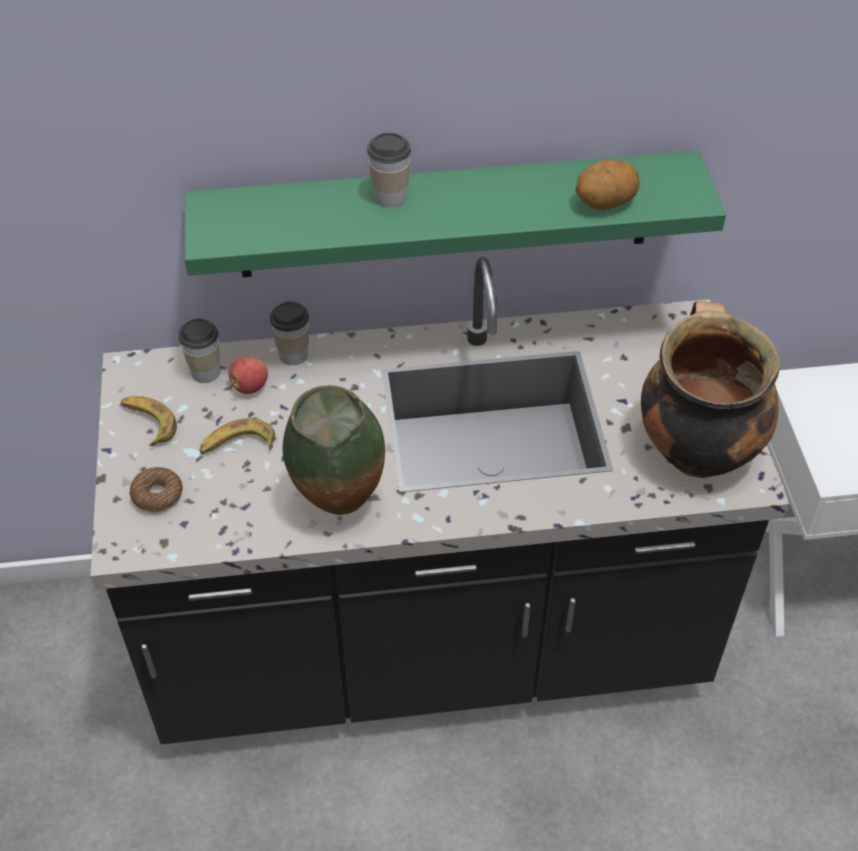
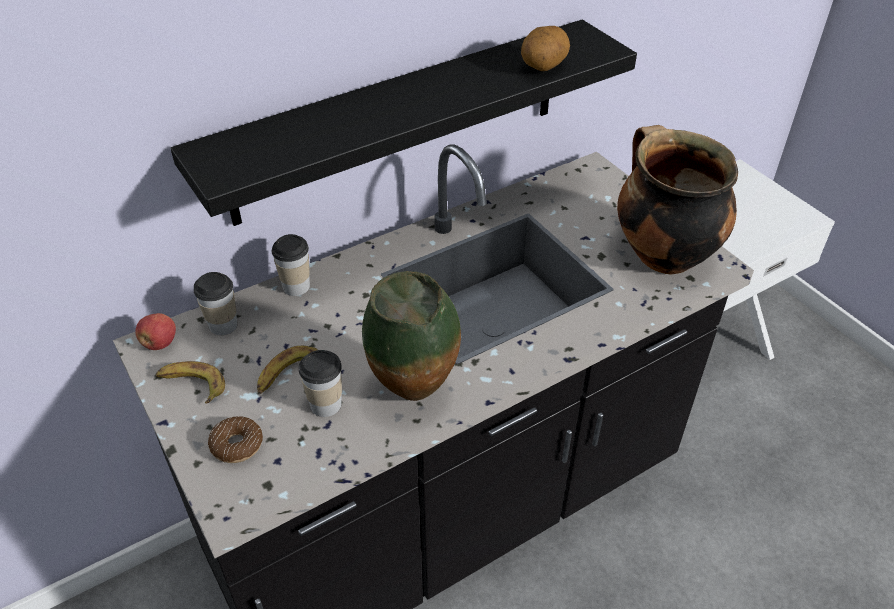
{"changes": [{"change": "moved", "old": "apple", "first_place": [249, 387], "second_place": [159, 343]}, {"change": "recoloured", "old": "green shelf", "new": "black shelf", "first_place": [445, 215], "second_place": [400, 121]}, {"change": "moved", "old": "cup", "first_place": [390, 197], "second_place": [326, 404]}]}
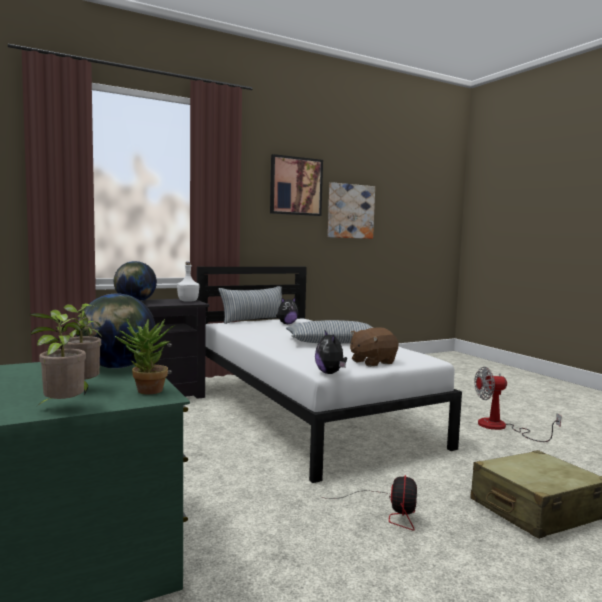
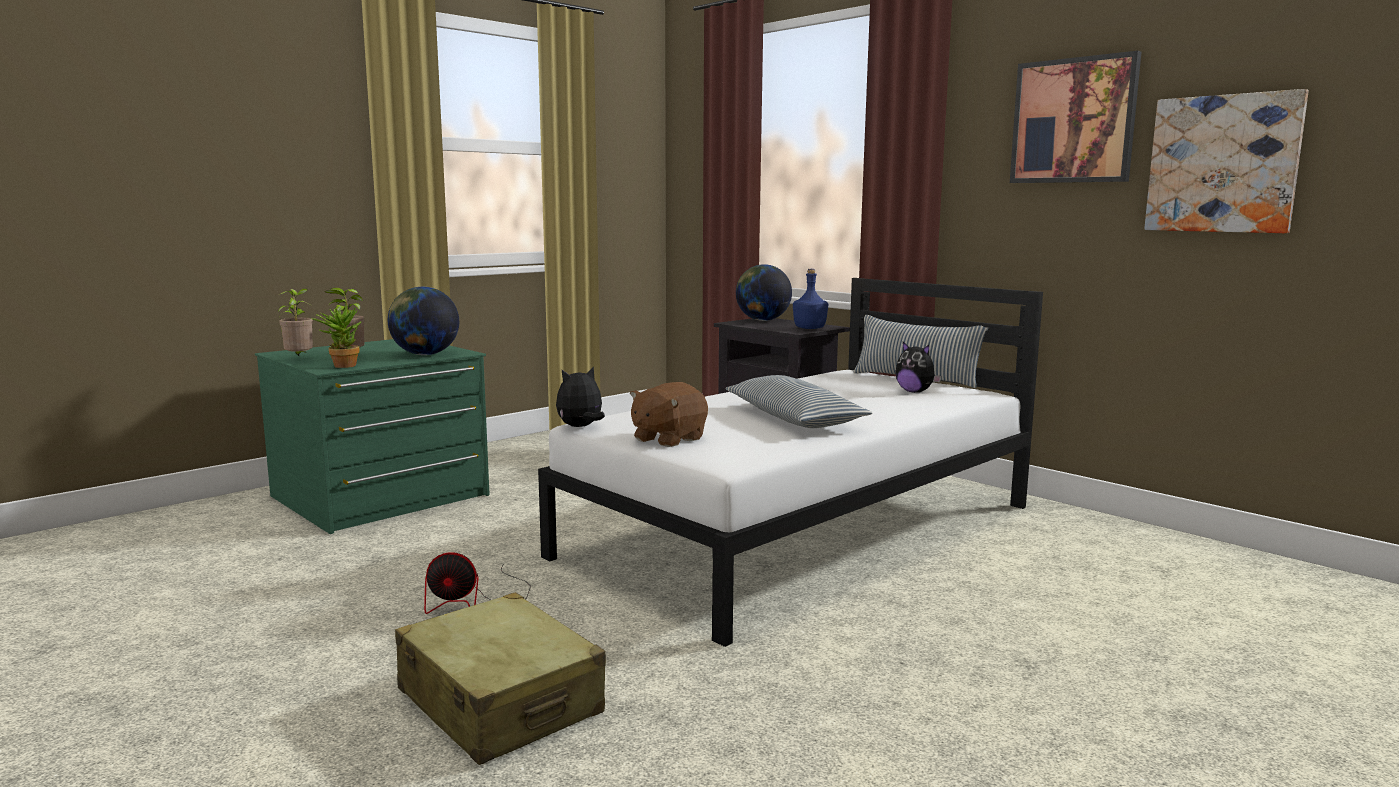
{"changes": [{"change": "turned", "old": "brown plush toy", "first_place": [372, 362], "second_place": [668, 439], "degrees": -90}, {"change": "recoloured", "old": "white bottle", "new": "blue bottle", "first_place": [187, 301], "second_place": [810, 328]}, {"change": "removed", "old": "fan", "first_place": [501, 427]}]}
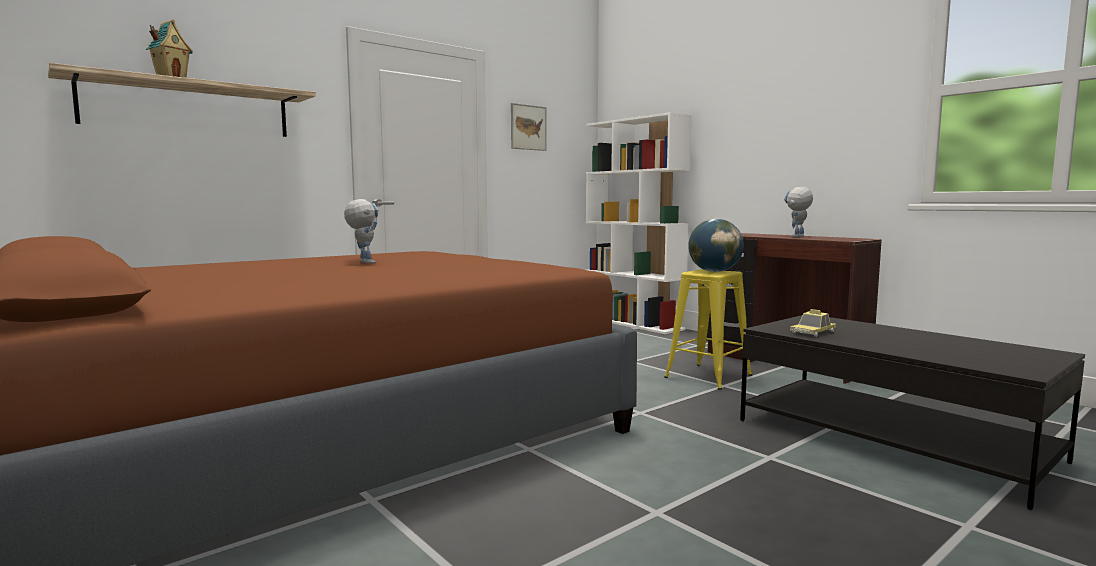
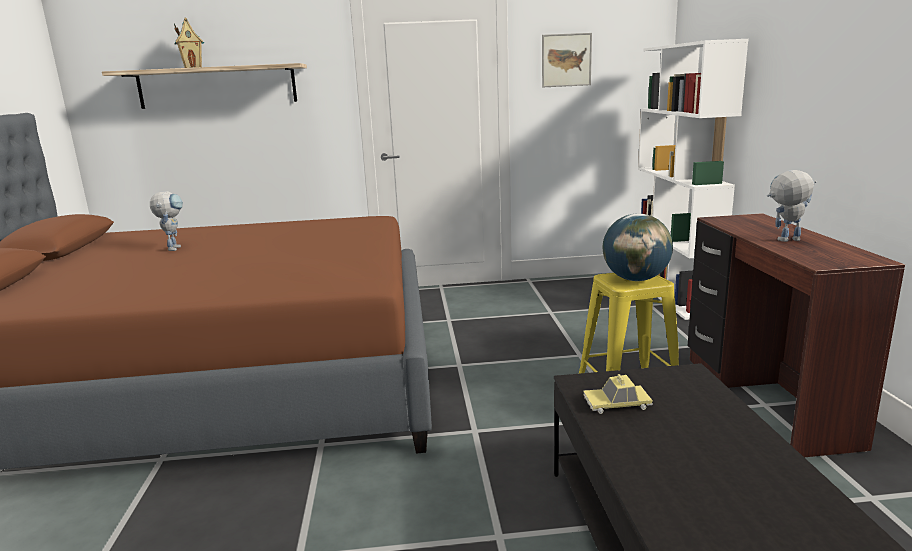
{"changes": [{"change": "moved", "old": "toy robot", "first_place": [363, 262], "second_place": [174, 247]}]}
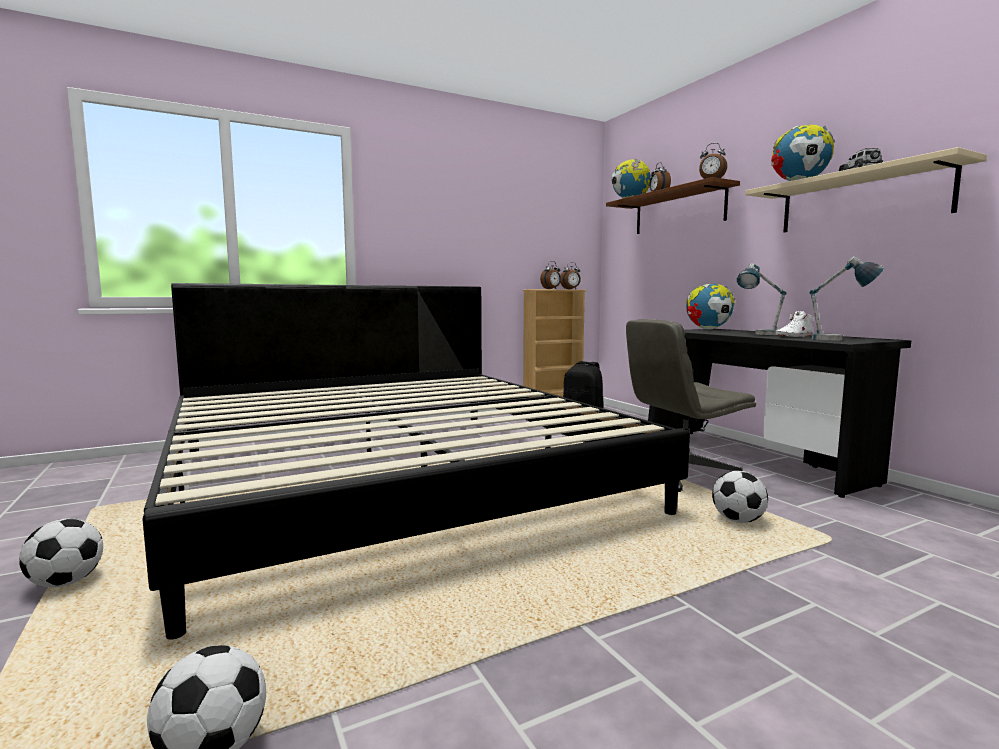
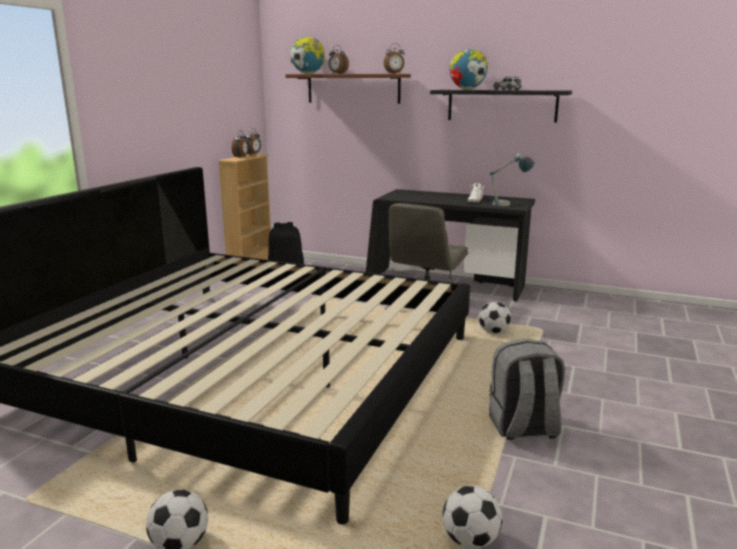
{"changes": [{"change": "recoloured", "old": "beige shelf", "new": "black shelf", "first_place": [861, 200], "second_place": [501, 105]}, {"change": "added", "new": "grey backpack", "second_place": [523, 428]}, {"change": "removed", "old": "globe", "first_place": [708, 329]}, {"change": "removed", "old": "table lamp", "first_place": [759, 334]}]}
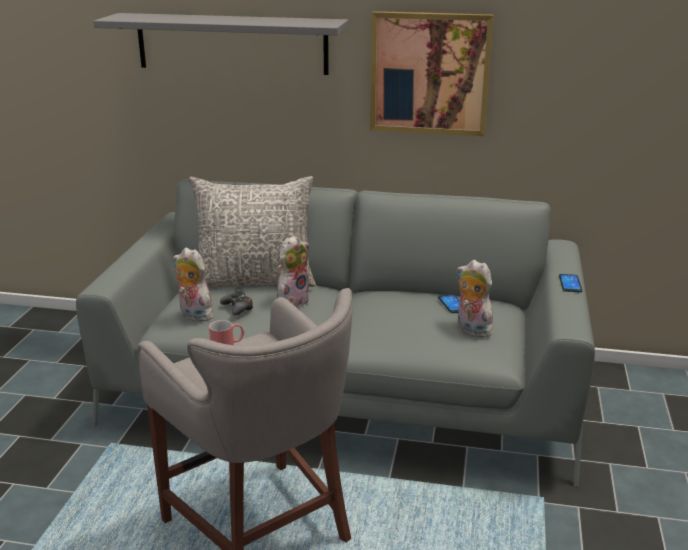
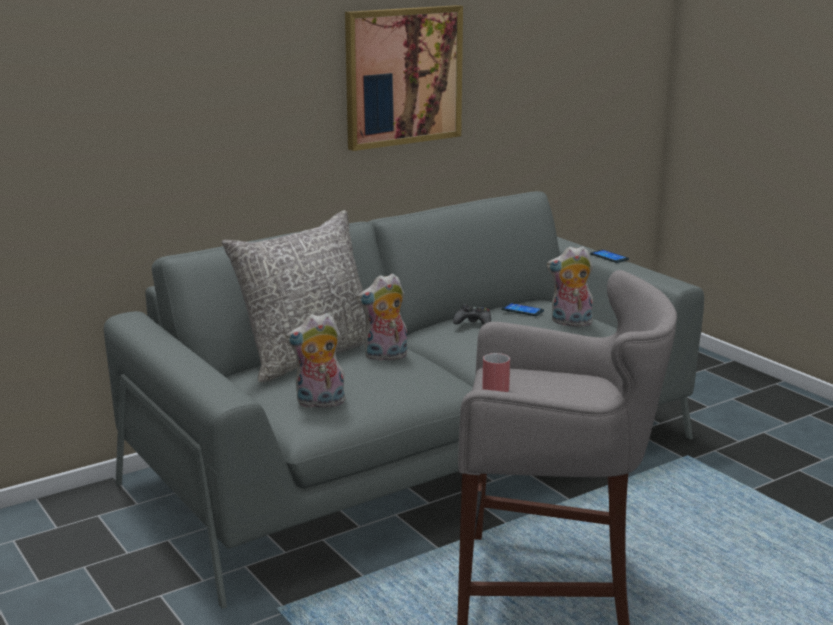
{"changes": [{"change": "turned", "old": "plush toy", "first_place": [292, 301], "second_place": [385, 357], "degrees": -105}, {"change": "moved", "old": "black game controller", "first_place": [237, 308], "second_place": [473, 322]}, {"change": "removed", "old": "grey shelf", "first_place": [231, 43]}]}
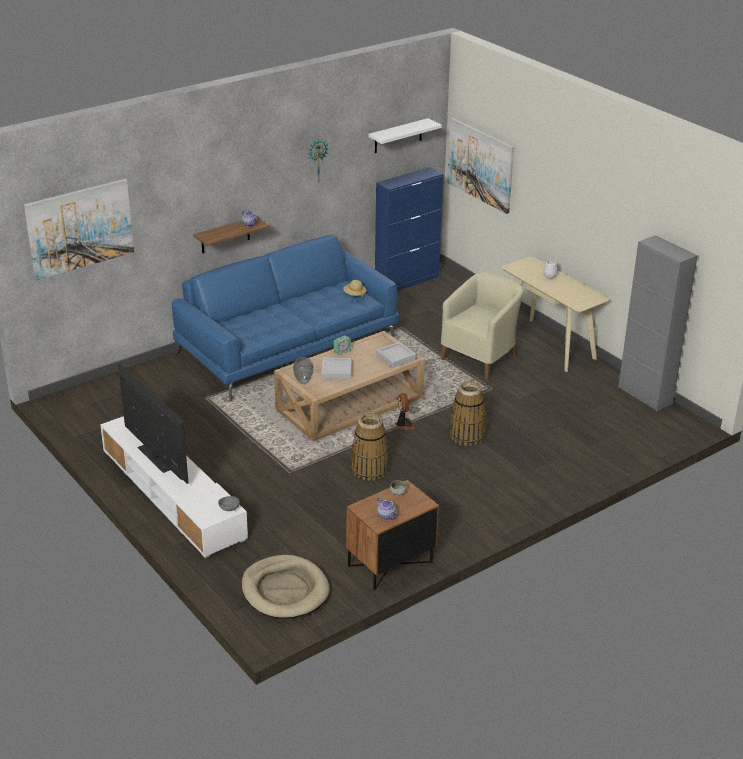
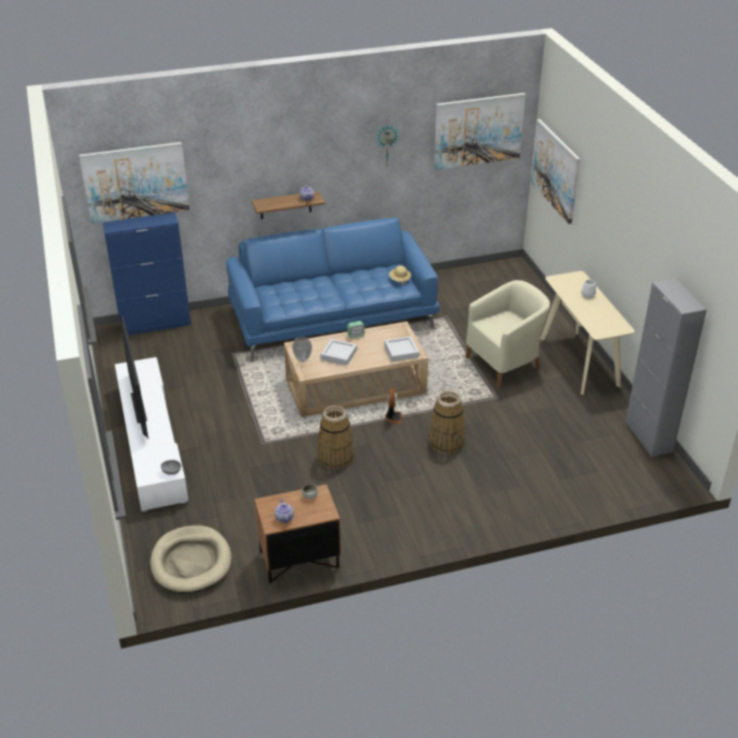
{"changes": [{"change": "moved", "old": "blue cabinet", "first_place": [407, 281], "second_place": [156, 324]}, {"change": "replaced", "old": "white shelf", "new": "picture", "first_place": [398, 136], "second_place": [478, 130]}]}
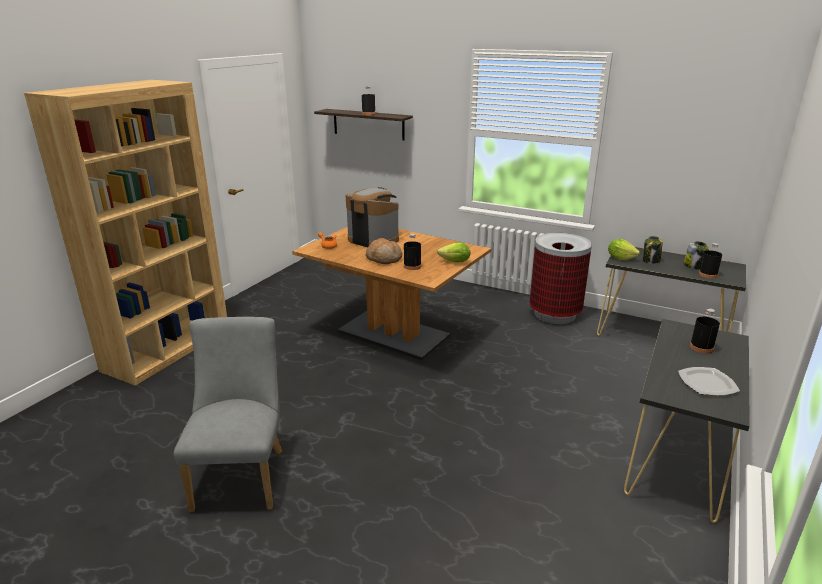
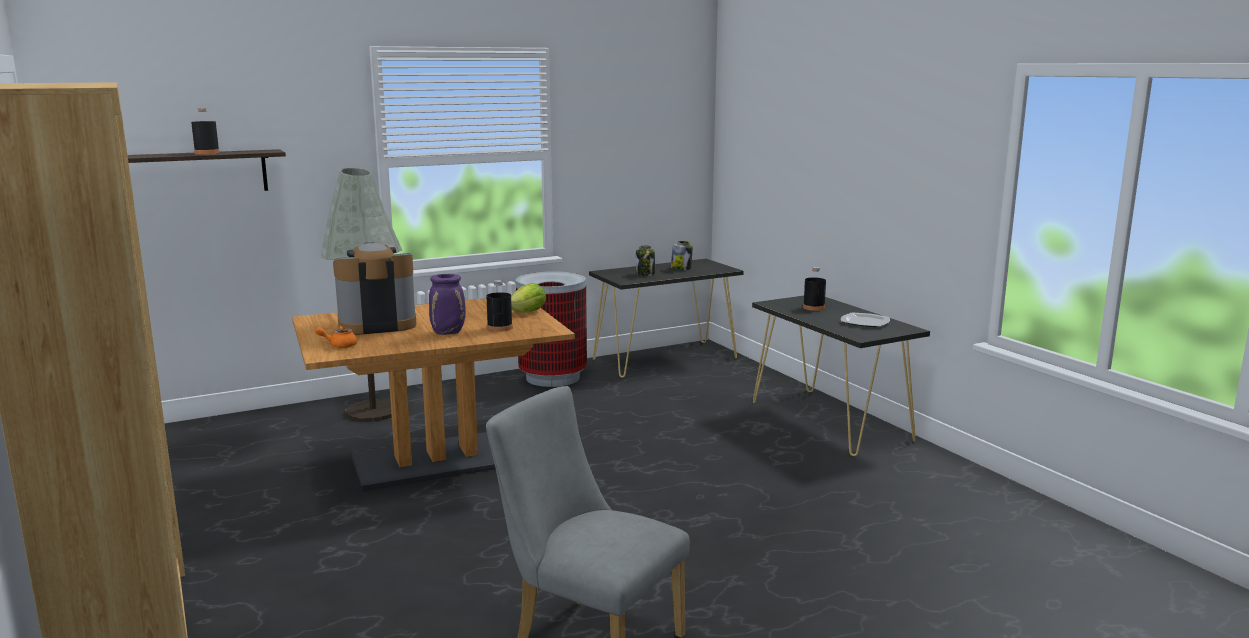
{"changes": [{"change": "added", "new": "grey floor lamp", "second_place": [373, 411]}, {"change": "replaced", "old": "bread", "new": "purple vase", "first_place": [384, 259], "second_place": [449, 332]}, {"change": "removed", "old": "lettuce", "first_place": [620, 258]}, {"change": "removed", "old": "black bottle", "first_place": [708, 274]}]}
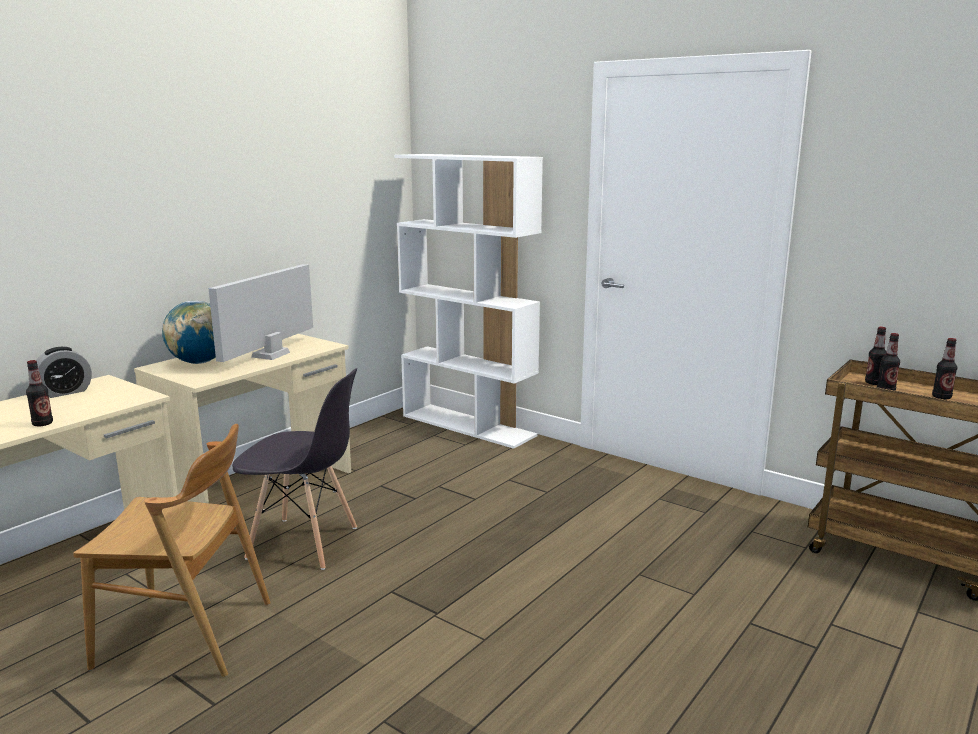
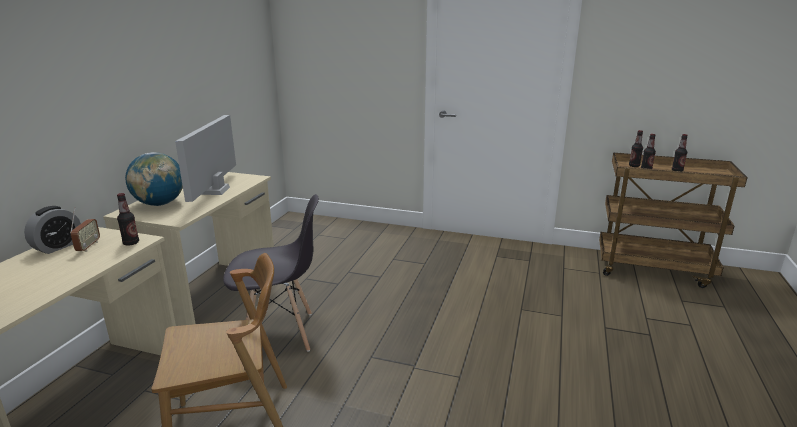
{"changes": [{"change": "added", "new": "radio", "second_place": [88, 246]}, {"change": "moved", "old": "bottle", "first_place": [42, 424], "second_place": [131, 243]}, {"change": "removed", "old": "white bookcase", "first_place": [469, 425]}]}
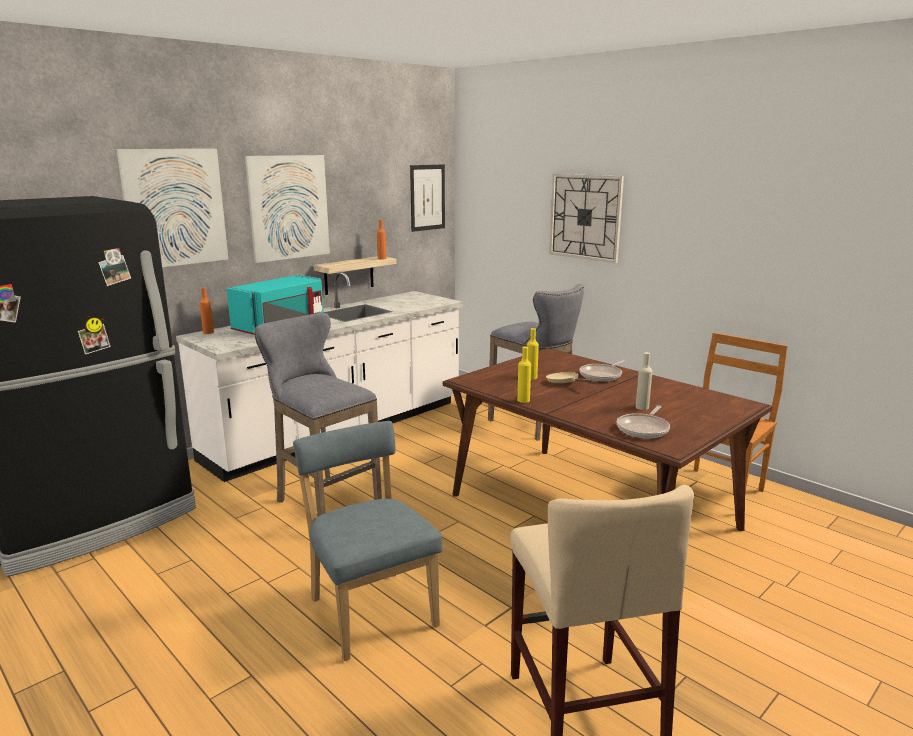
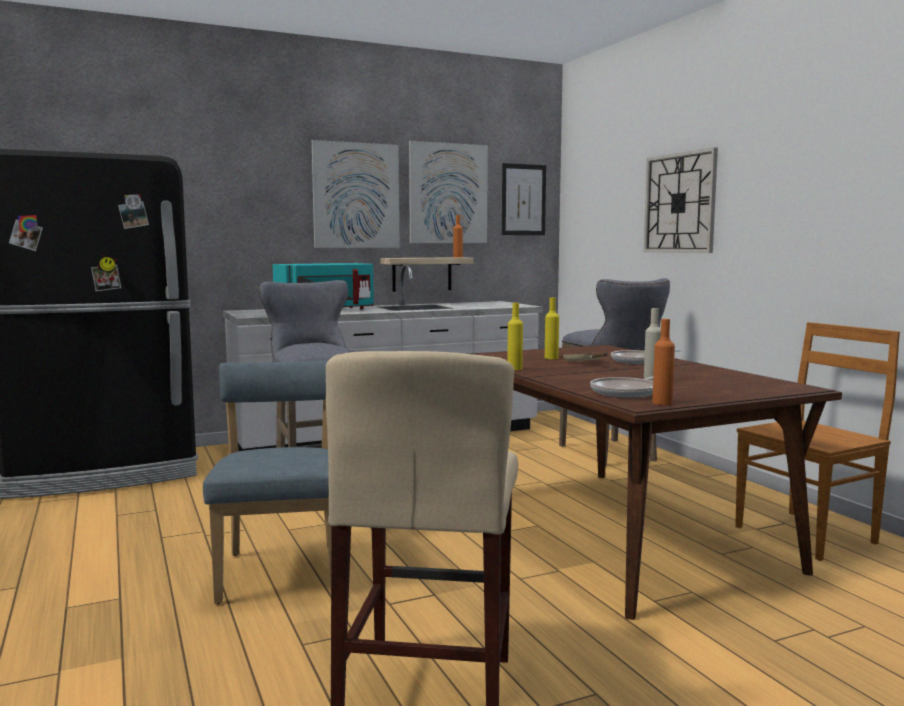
{"changes": [{"change": "moved", "old": "picture", "first_place": [175, 208], "second_place": [448, 193]}, {"change": "moved", "old": "orange bottle", "first_place": [208, 332], "second_place": [662, 403]}]}
